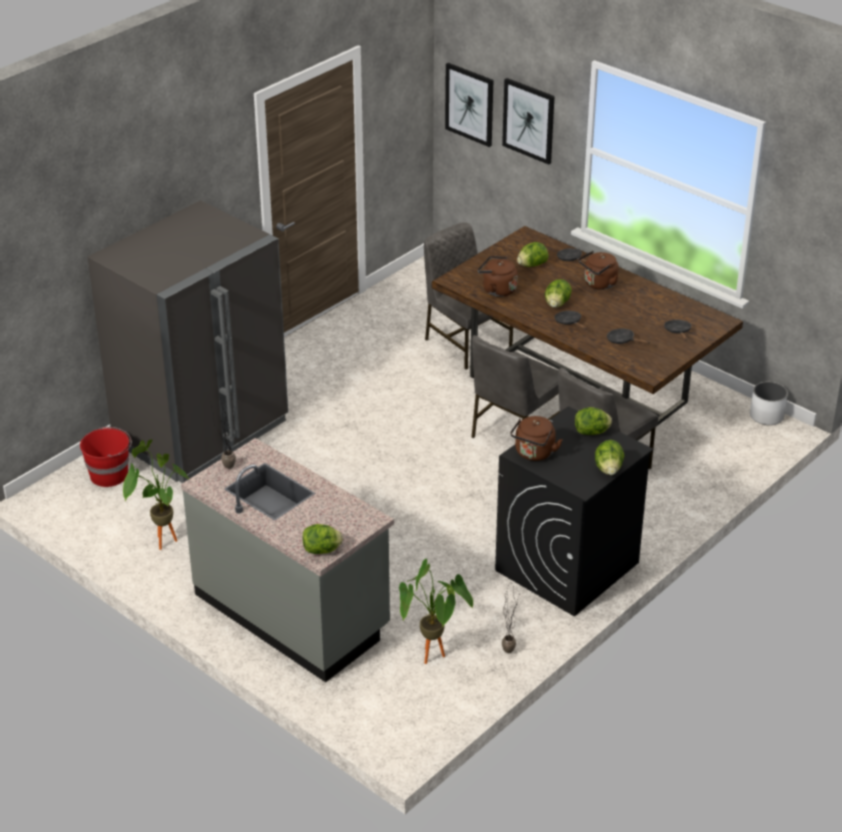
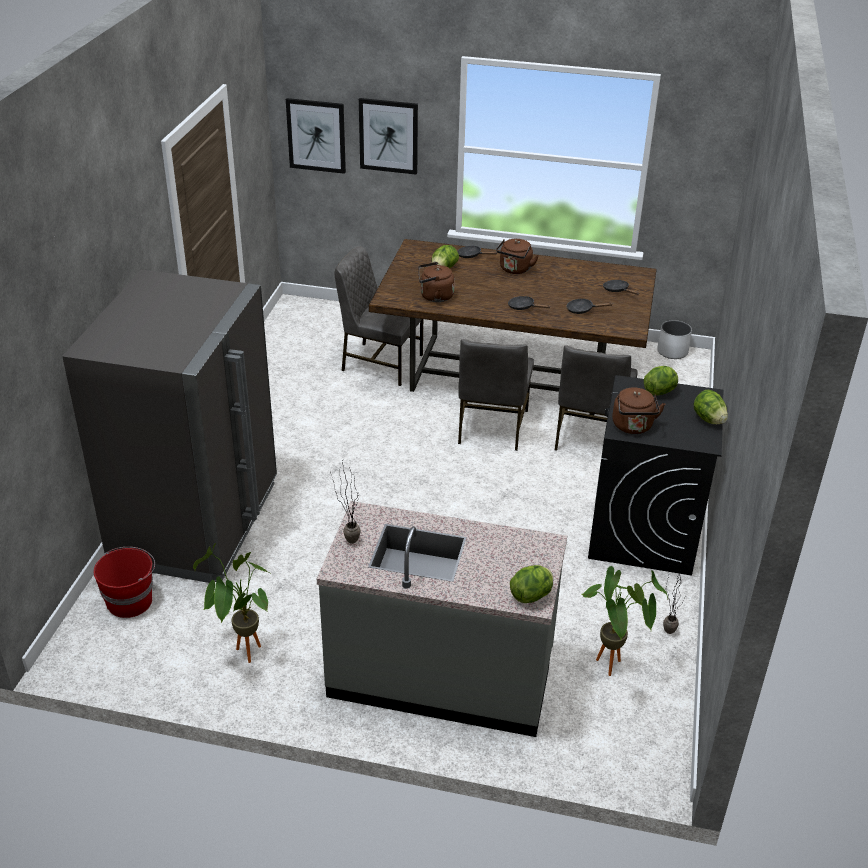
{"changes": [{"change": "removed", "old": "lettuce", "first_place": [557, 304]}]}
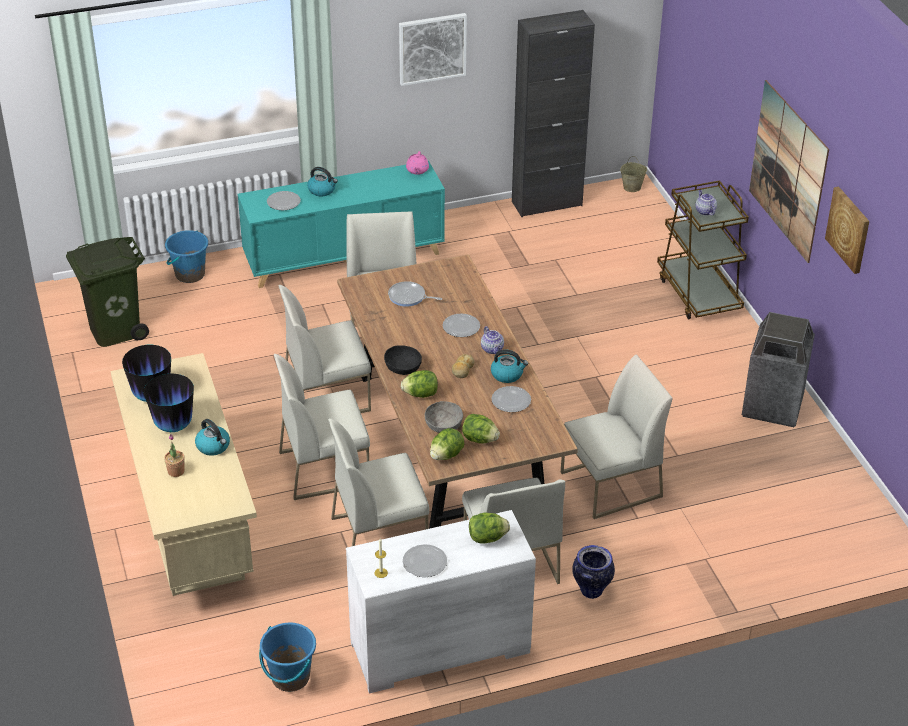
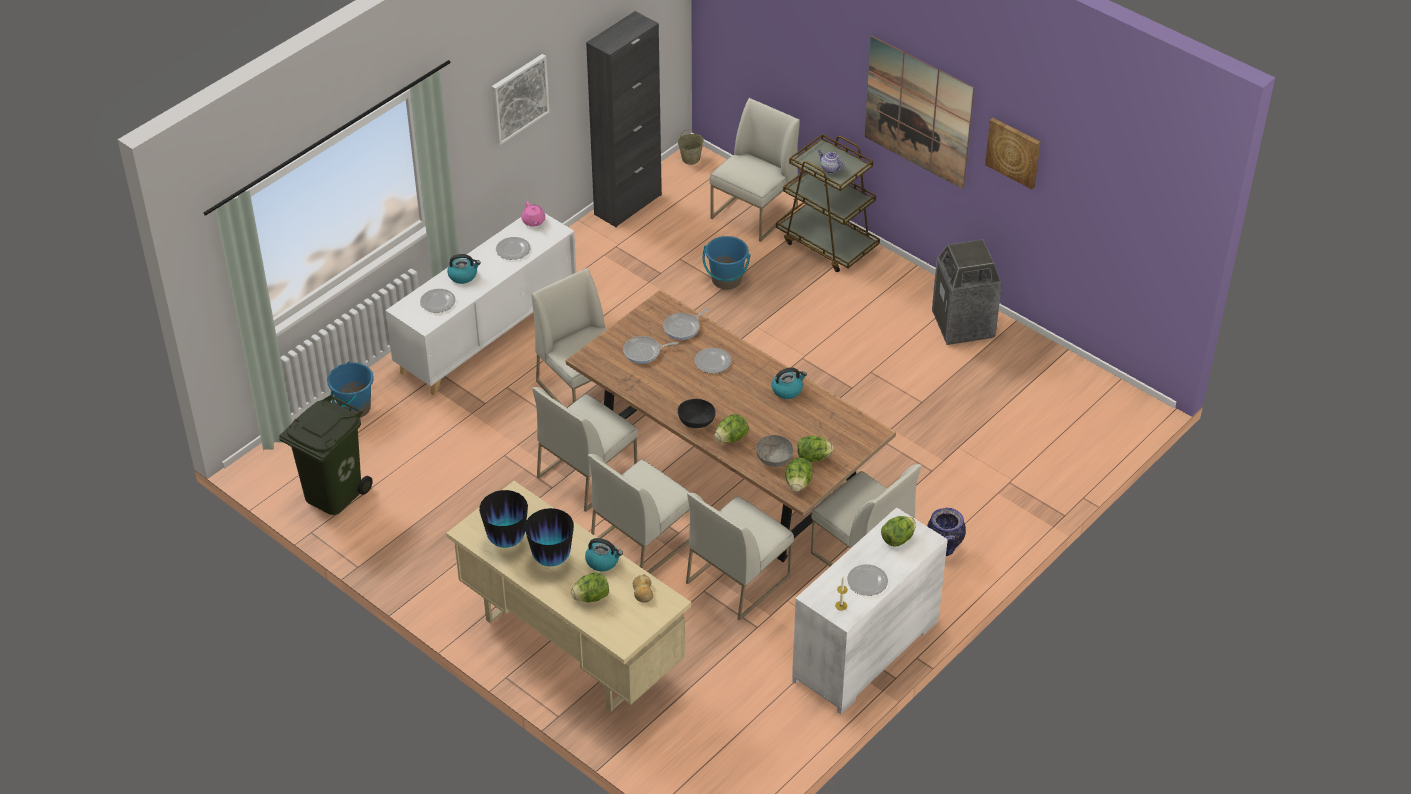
{"changes": [{"change": "recoloured", "old": "turquoise cabinet", "new": "white cabinet", "first_place": [344, 258], "second_place": [487, 332]}, {"change": "moved", "old": "plate", "first_place": [511, 401], "second_place": [513, 249]}, {"change": "replaced", "old": "potted plant", "new": "lettuce", "first_place": [176, 471], "second_place": [591, 597]}, {"change": "moved", "old": "bread", "first_place": [462, 370], "second_place": [643, 592]}, {"change": "added", "new": "frying pan", "second_place": [683, 327]}, {"change": "moved", "old": "blue bucket", "first_place": [290, 677], "second_place": [726, 280]}, {"change": "moved", "old": "white chair", "first_place": [610, 485], "second_place": [754, 213]}, {"change": "removed", "old": "teapot", "first_place": [492, 349]}]}
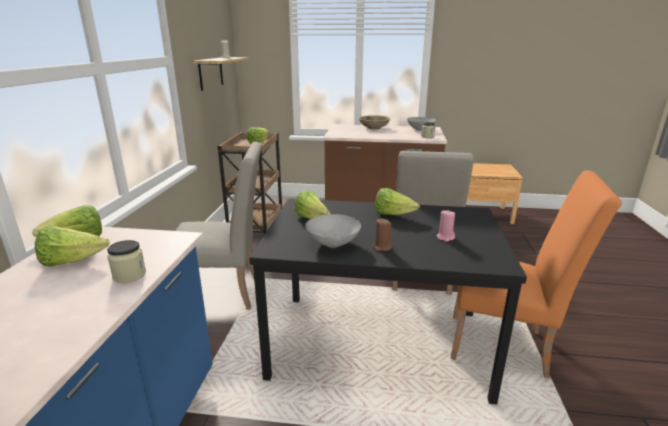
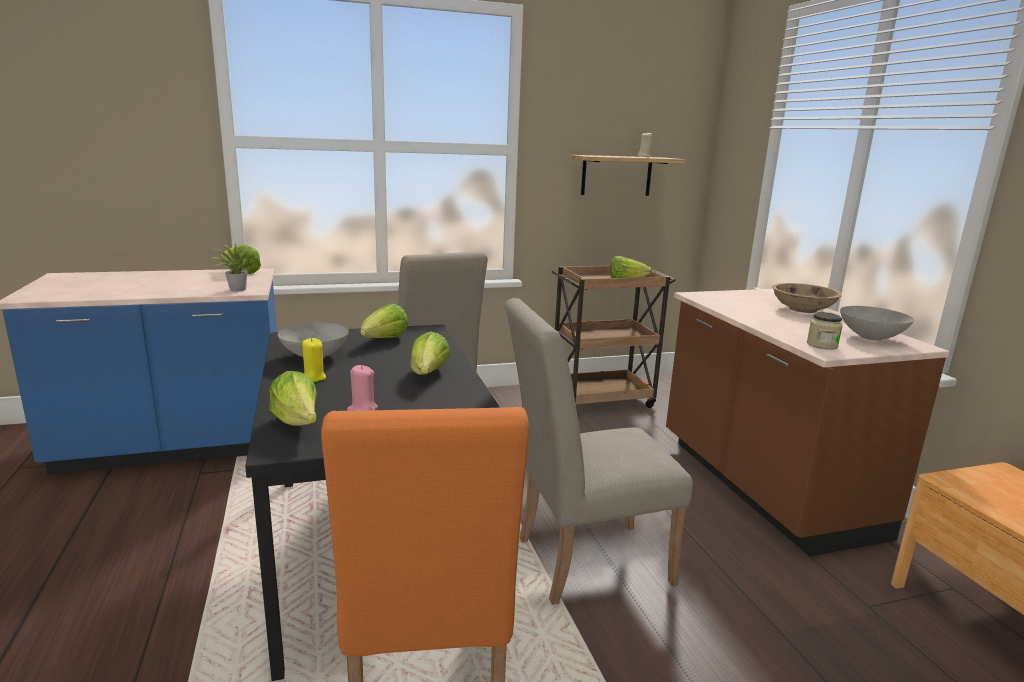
{"changes": [{"change": "added", "new": "potted plant", "second_place": [235, 289]}, {"change": "moved", "old": "lettuce", "first_place": [72, 262], "second_place": [298, 423]}, {"change": "recoloured", "old": "brown candle", "new": "yellow candle", "first_place": [382, 247], "second_place": [313, 378]}, {"change": "removed", "old": "jar", "first_place": [129, 275]}]}
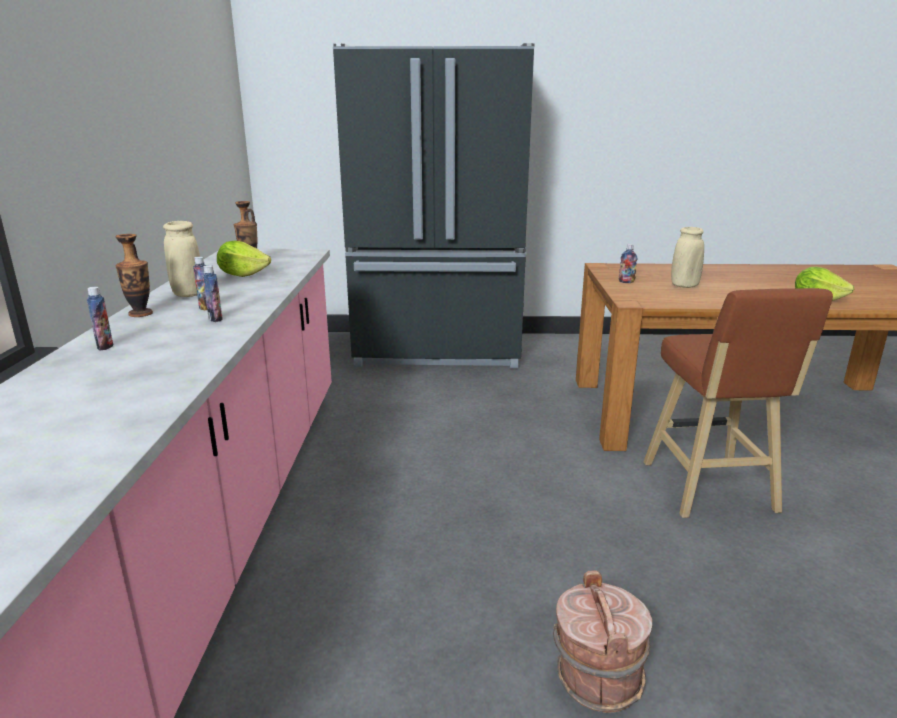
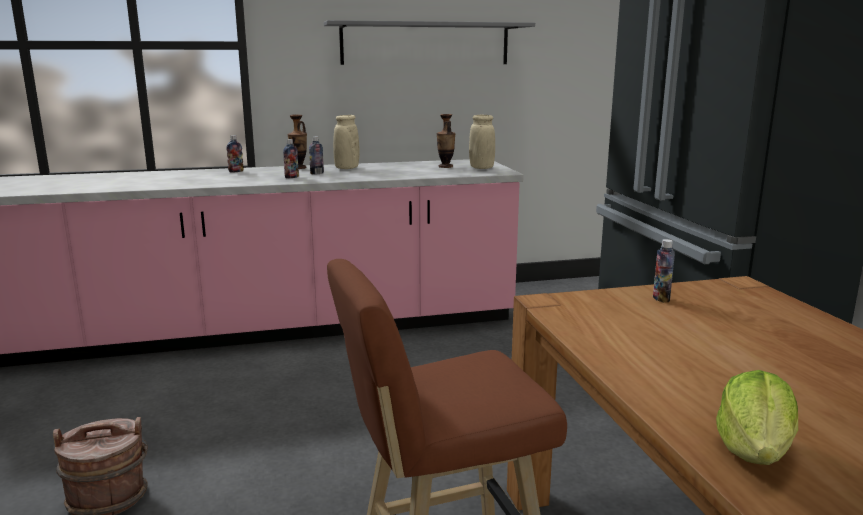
{"changes": [{"change": "added", "new": "grey shelf", "second_place": [425, 43]}, {"change": "moved", "old": "beige vase", "first_place": [684, 286], "second_place": [481, 168]}, {"change": "removed", "old": "lettuce", "first_place": [243, 275]}]}
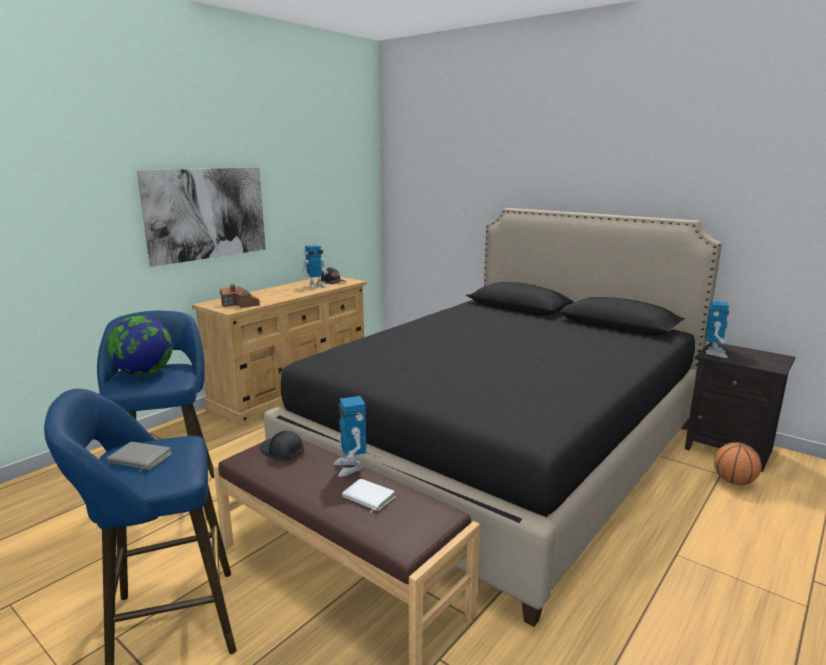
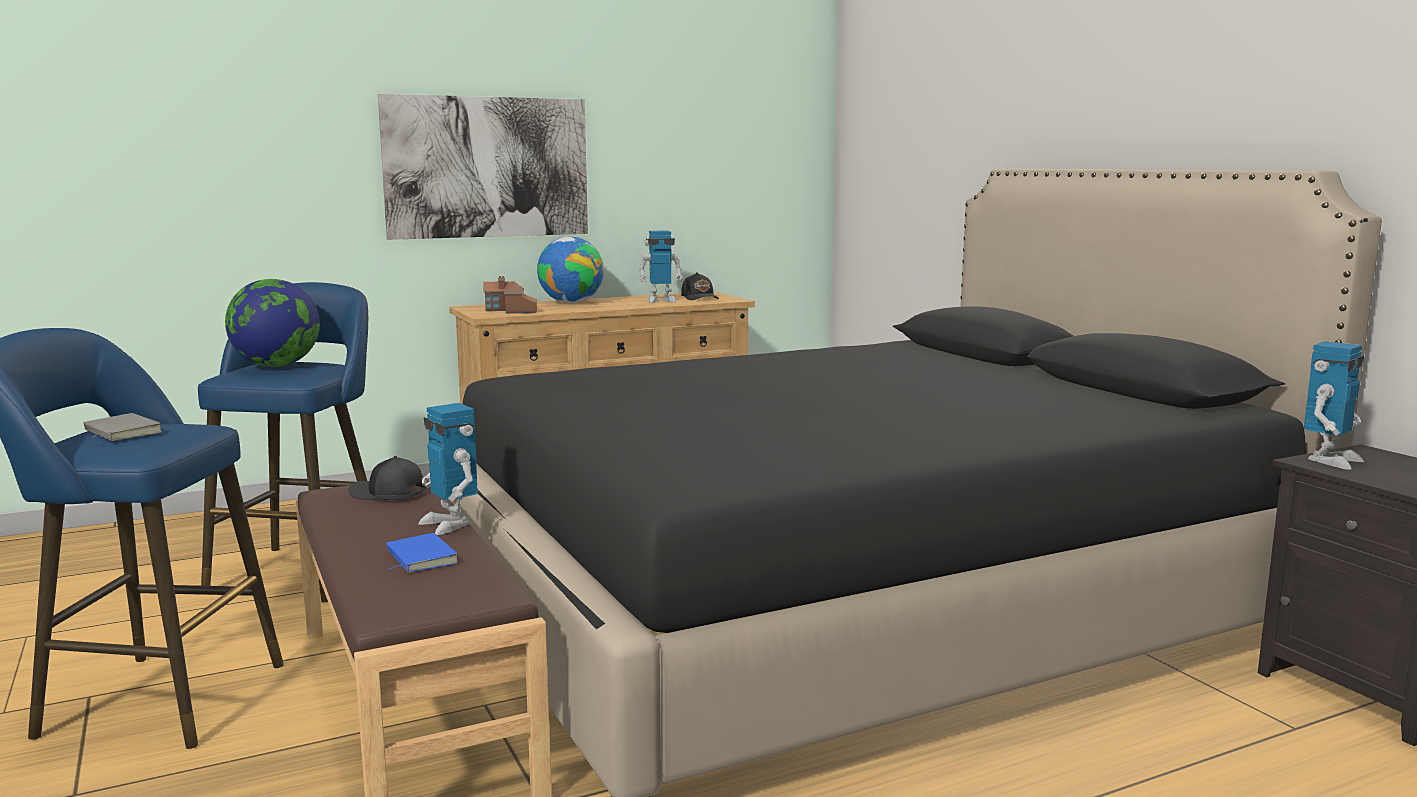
{"changes": [{"change": "turned", "old": "black cap", "first_place": [282, 452], "second_place": [387, 494], "degrees": -45}, {"change": "recoloured", "old": "white book", "new": "blue book", "first_place": [367, 498], "second_place": [419, 558]}, {"change": "turned", "old": "toy robot", "first_place": [350, 467], "second_place": [450, 524], "degrees": -45}, {"change": "added", "new": "globe", "second_place": [571, 302]}, {"change": "removed", "old": "basketball", "first_place": [733, 481]}]}
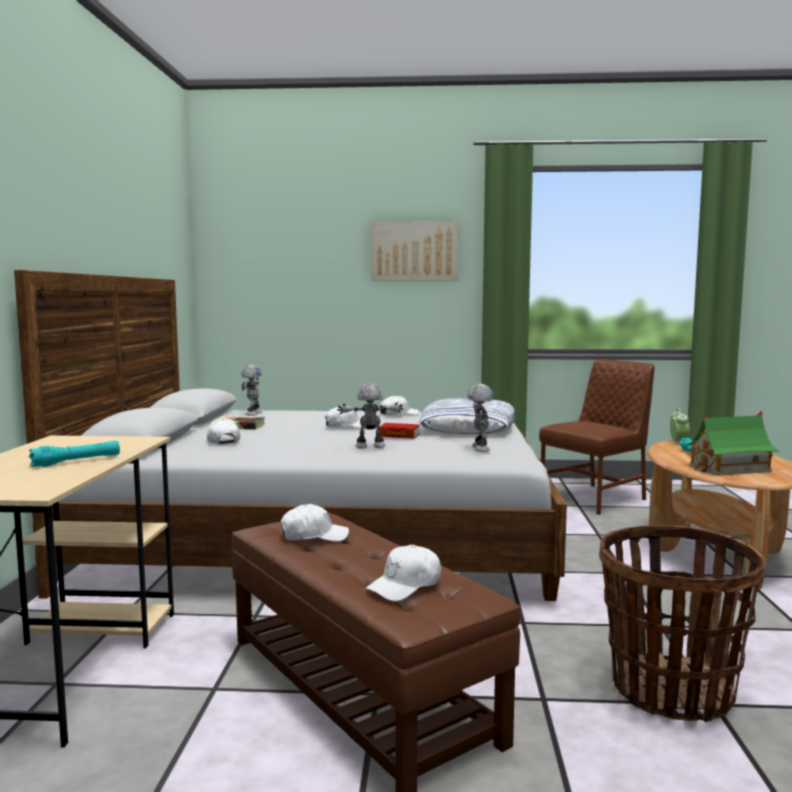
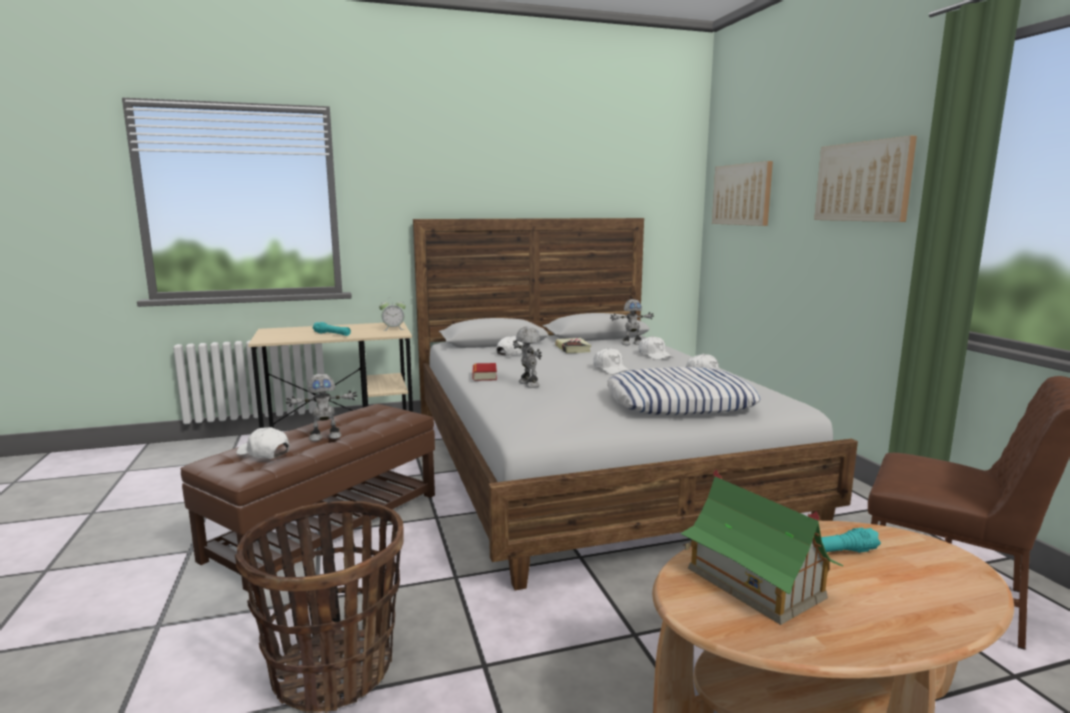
{"changes": [{"change": "moved", "old": "toy robot", "first_place": [479, 448], "second_place": [325, 437]}, {"change": "moved", "old": "alarm clock", "first_place": [678, 443], "second_place": [393, 329]}, {"change": "moved", "old": "book", "first_place": [399, 435], "second_place": [484, 376]}, {"change": "moved", "old": "white cap", "first_place": [314, 536], "second_place": [655, 355]}, {"change": "added", "new": "picture", "second_place": [742, 194]}]}
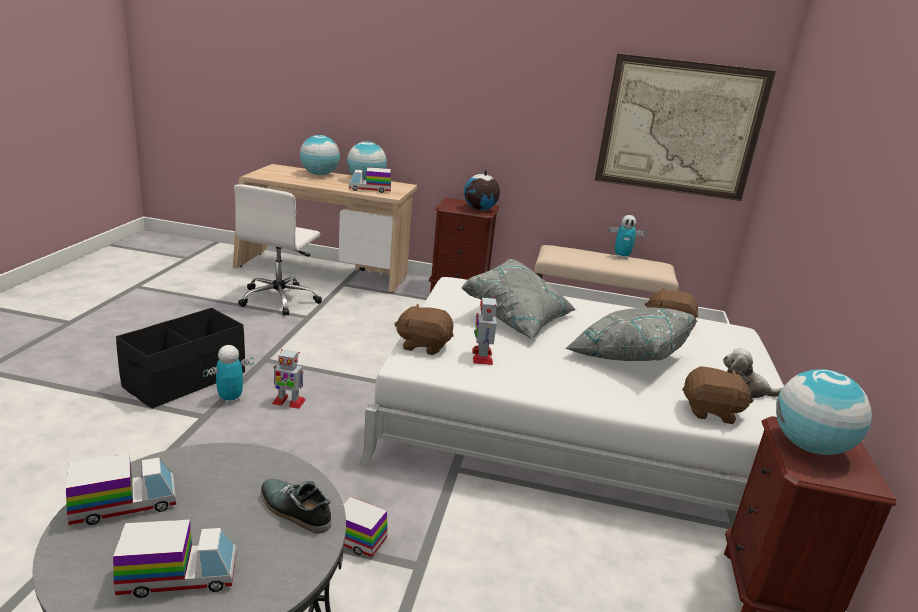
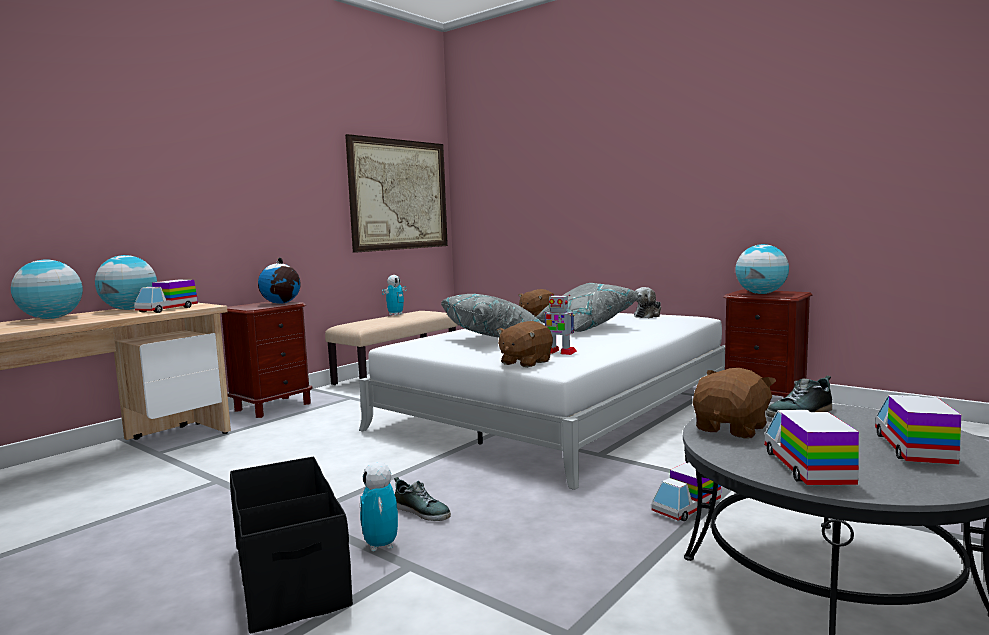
{"changes": [{"change": "replaced", "old": "toy robot", "new": "shoe", "first_place": [288, 402], "second_place": [422, 511]}, {"change": "moved", "old": "brown plush toy", "first_place": [711, 412], "second_place": [732, 429]}, {"change": "removed", "old": "white office chair", "first_place": [280, 299]}]}
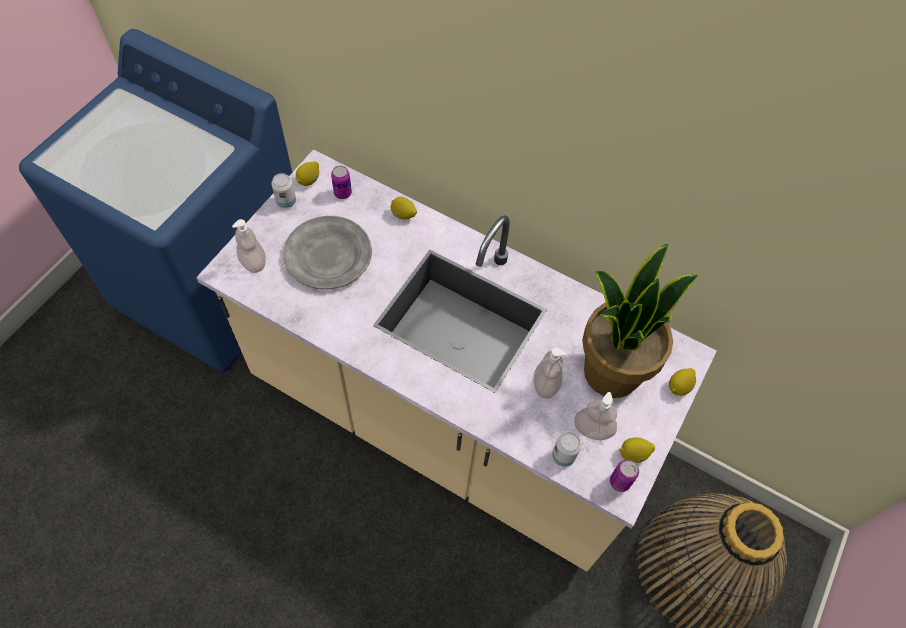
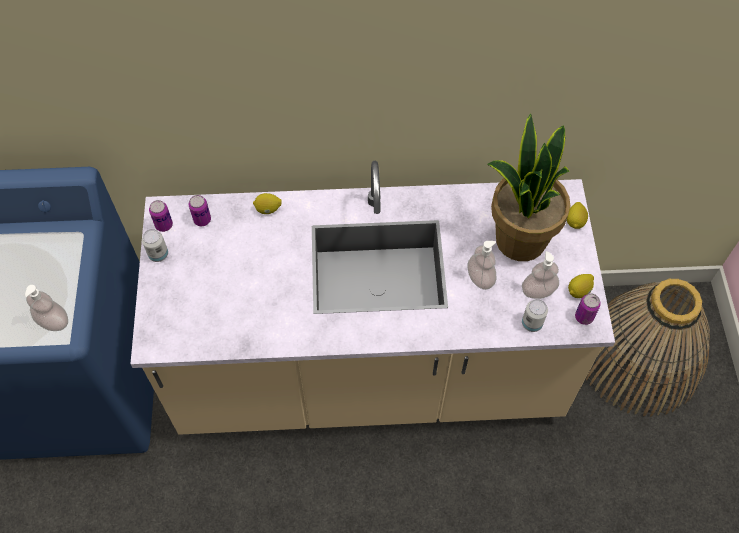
{"changes": [{"change": "moved", "old": "soap dispenser", "first_place": [253, 262], "second_place": [53, 321]}, {"change": "replaced", "old": "lemon", "new": "can", "first_place": [309, 180], "second_place": [164, 225]}, {"change": "removed", "old": "grey plate", "first_place": [328, 255]}]}
